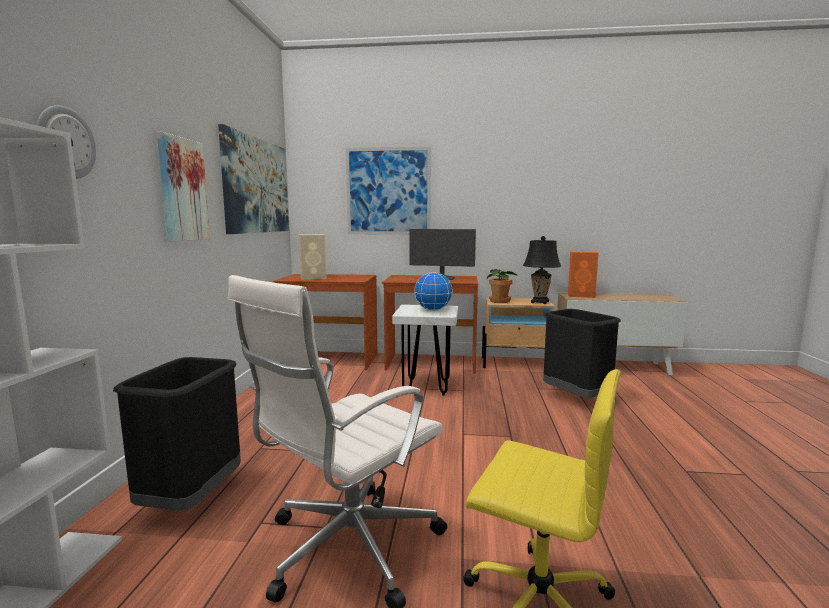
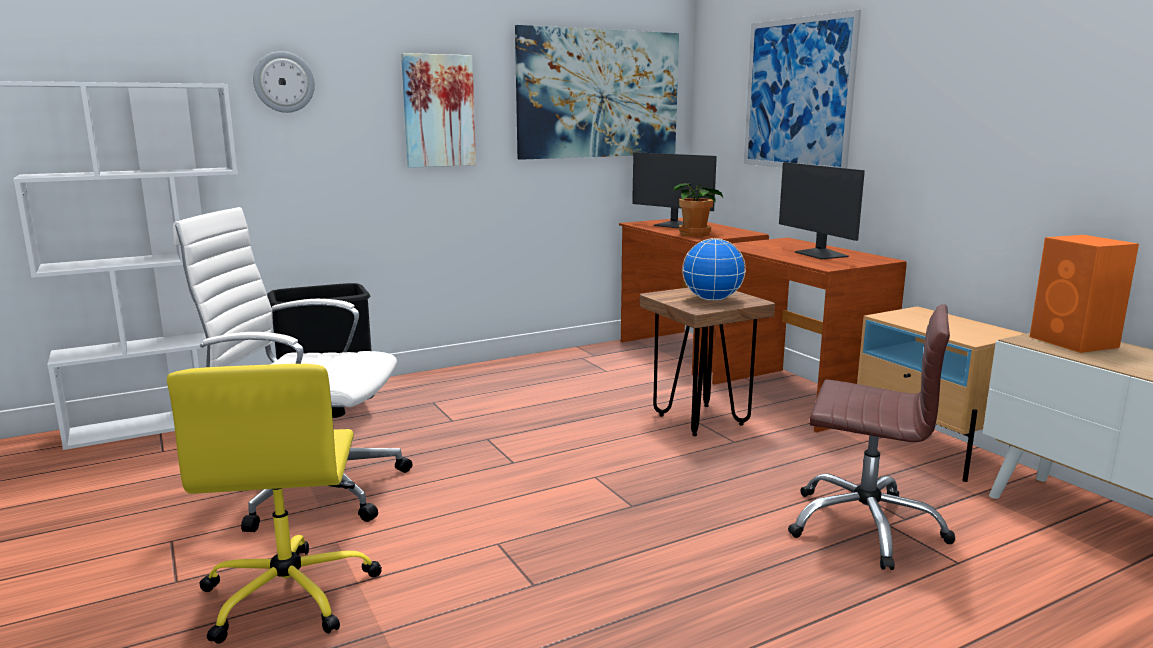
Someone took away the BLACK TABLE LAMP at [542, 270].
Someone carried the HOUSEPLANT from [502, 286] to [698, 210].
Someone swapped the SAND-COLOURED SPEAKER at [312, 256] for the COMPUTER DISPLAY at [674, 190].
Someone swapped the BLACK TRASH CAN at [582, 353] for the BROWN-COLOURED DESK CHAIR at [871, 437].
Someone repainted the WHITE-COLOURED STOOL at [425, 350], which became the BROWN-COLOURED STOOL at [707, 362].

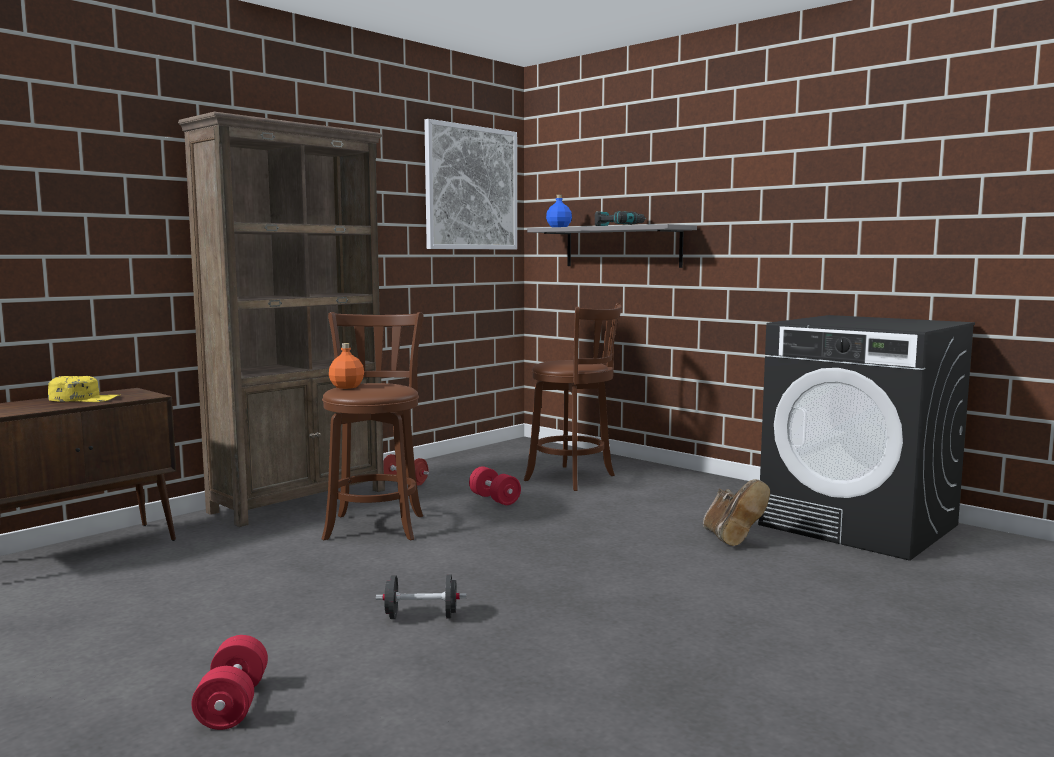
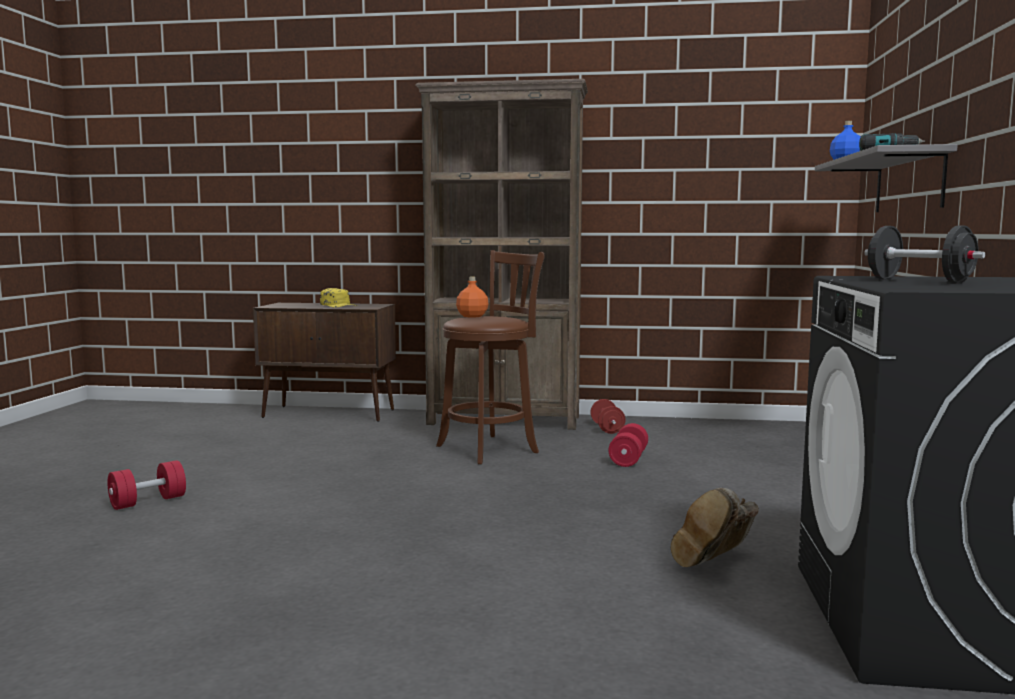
Someone took away the PICTURE at [470, 184].
Someone took away the BROWN-COLOURED STOOL at [573, 397].
Someone carried the BLACK FREE WEIGHT from [421, 596] to [924, 254].

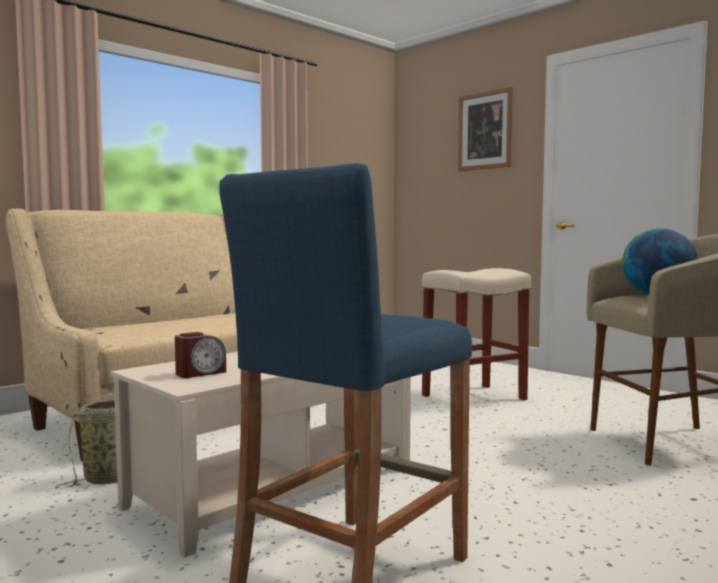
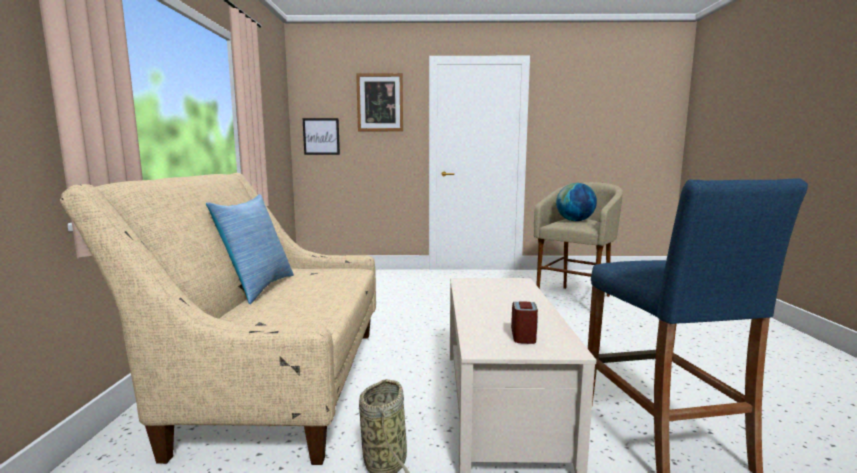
Someone took away the SAND-COLOURED STOOL at [476, 334].
Someone put down the CUSHION at [250, 249].
Someone put up the PICTURE at [321, 136].

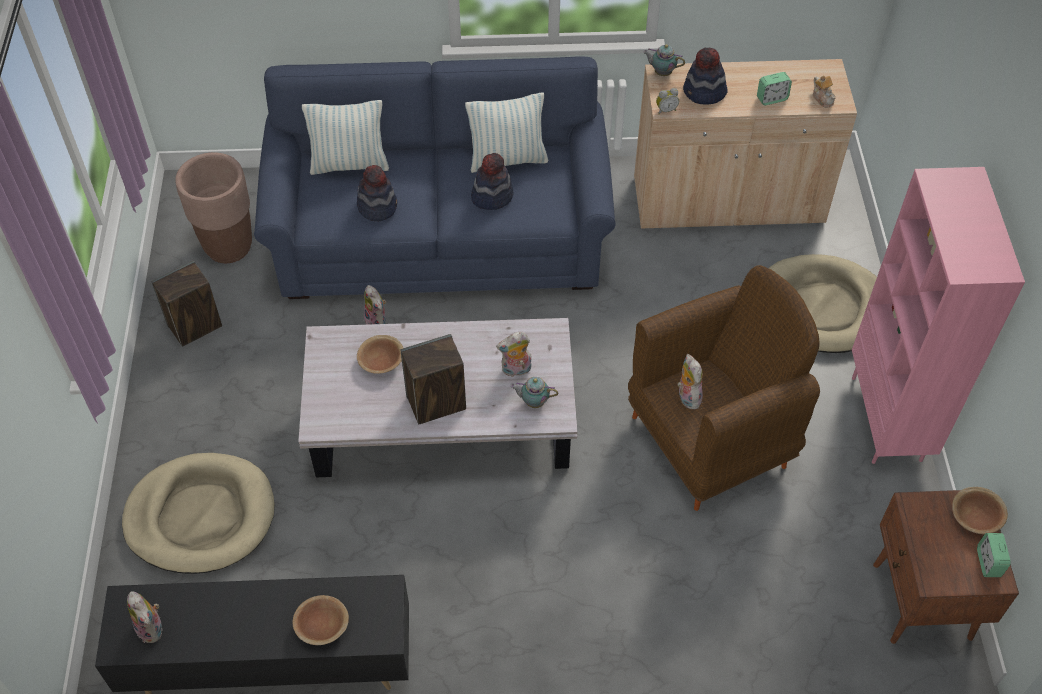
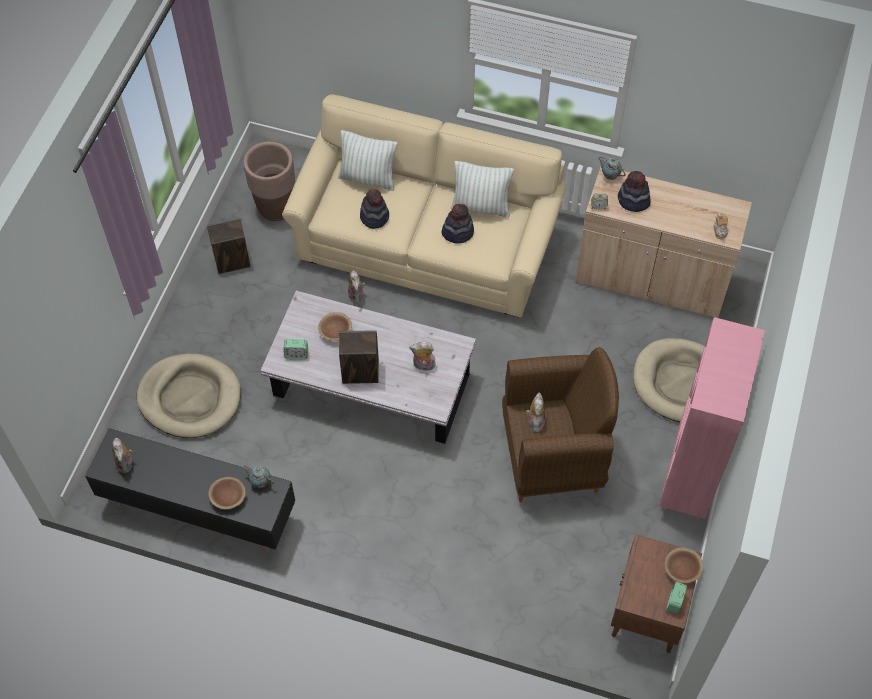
Someone carried the POT FOR TEA from [534, 392] to [258, 476].
Someone carried the TABLE CLOCK from [774, 88] to [295, 349].
Someone repainted the BLUE-COLOURED SOFA at [435, 177], which became the SAND-COLOURED SOFA at [424, 206].

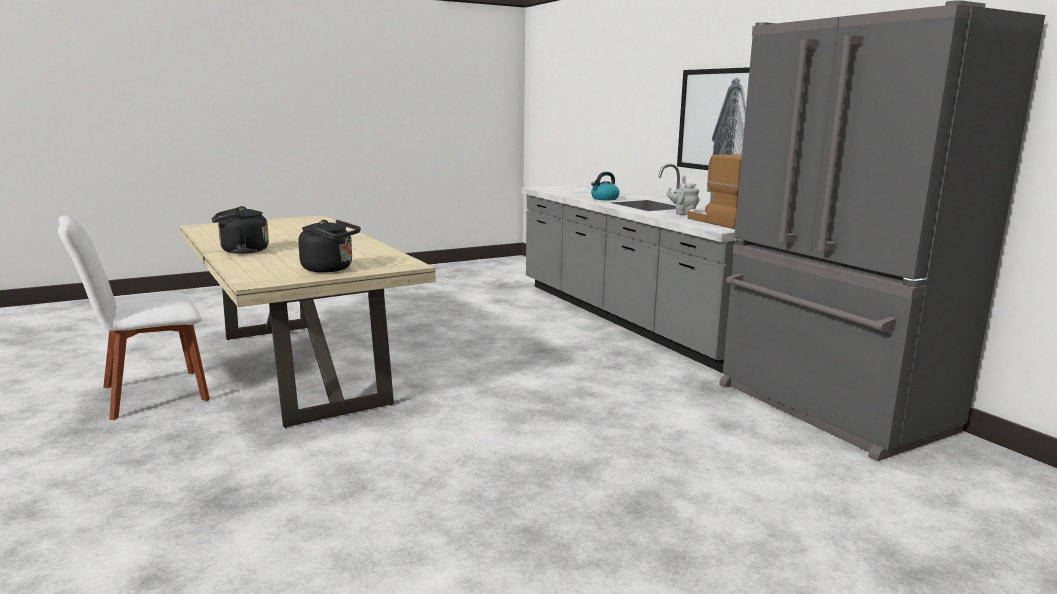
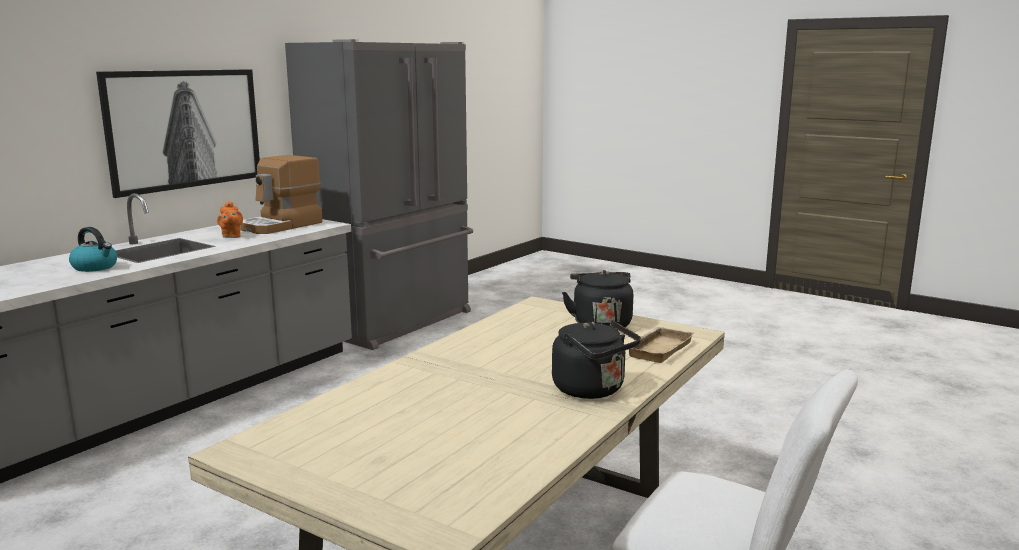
Someone put down the SAND-COLOURED CARRYING TRAY at [661, 345].
Someone repainted the GRAY POT FOR TEA at [682, 199], which became the ORANGEY POT FOR TEA at [230, 219].

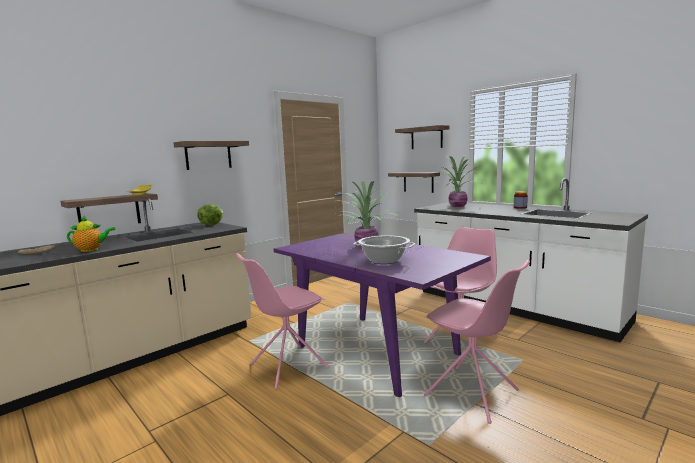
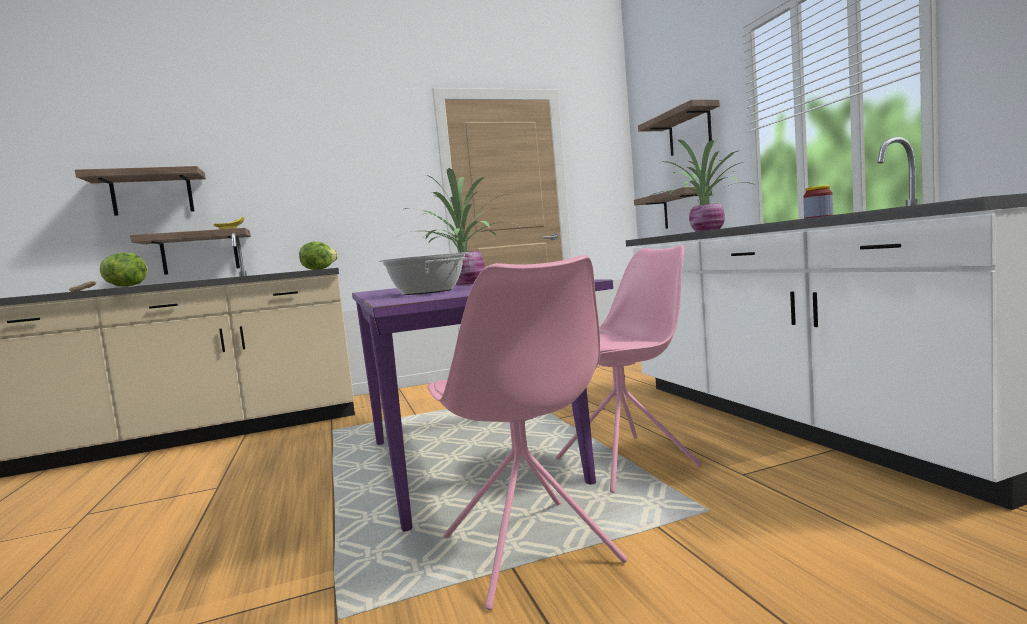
Someone took away the PINKISH UPRIGHT CHAIR at [282, 321].
Someone carried the SHELF from [211, 155] to [140, 191].
Someone swapped the POT FOR TEA at [91, 234] for the HEAD OF LETTUCE at [124, 270].

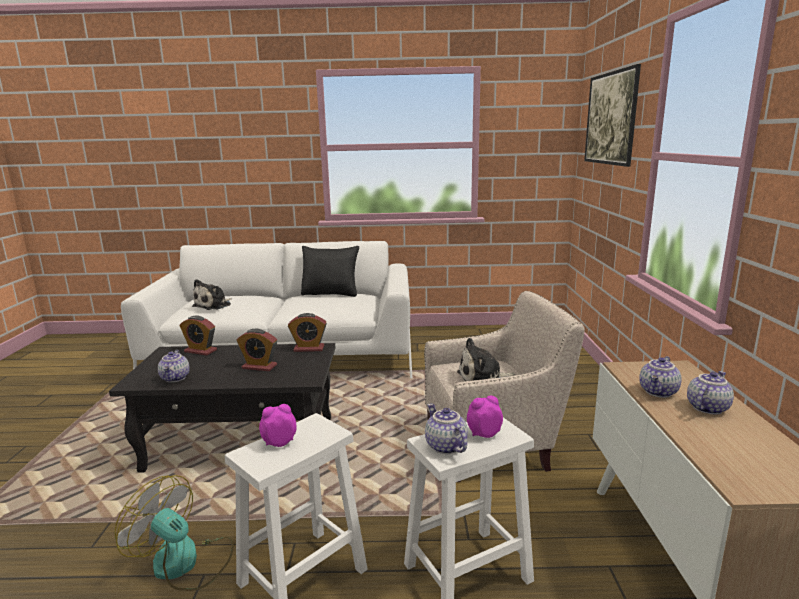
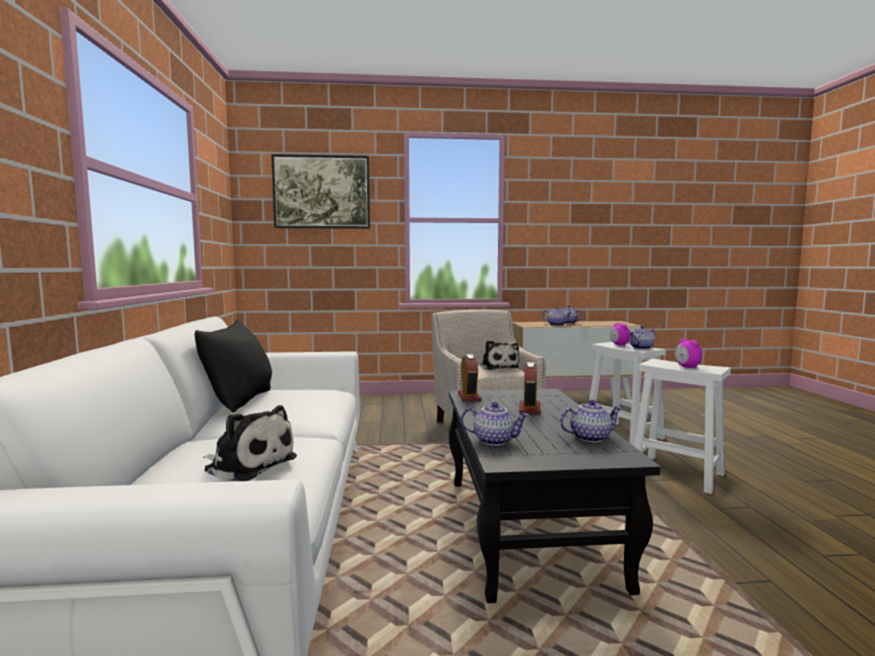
Someone took away the FAN at [174, 533].
Someone swapped the TABLE CLOCK at [198, 335] for the POT FOR TEA at [495, 424].

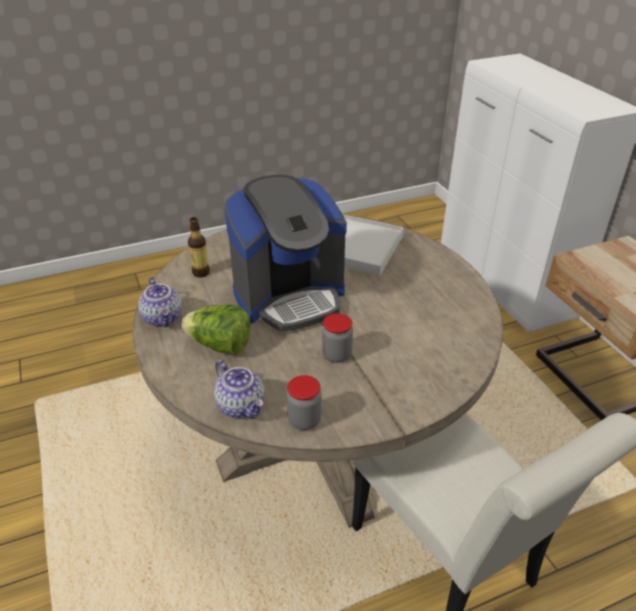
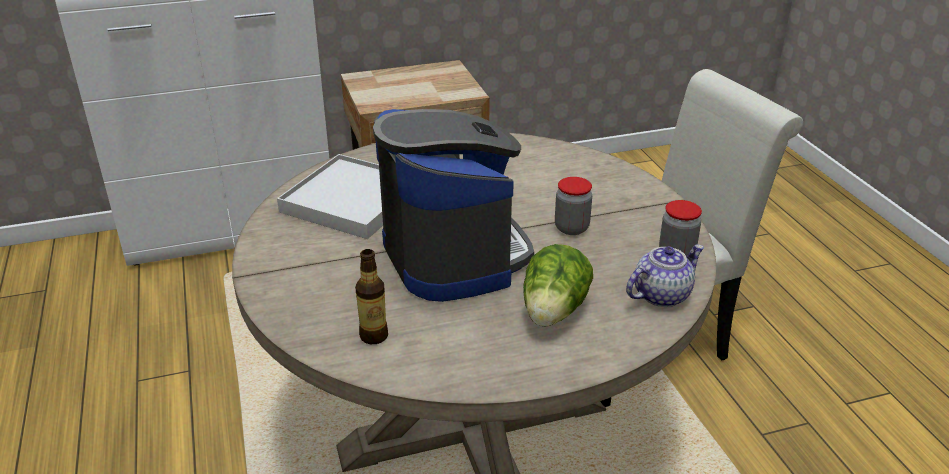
Someone took away the POT FOR TEA at [160, 302].

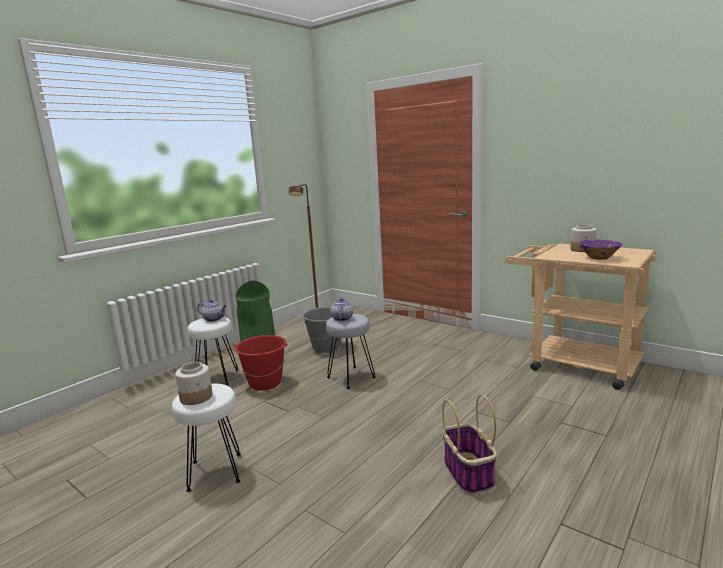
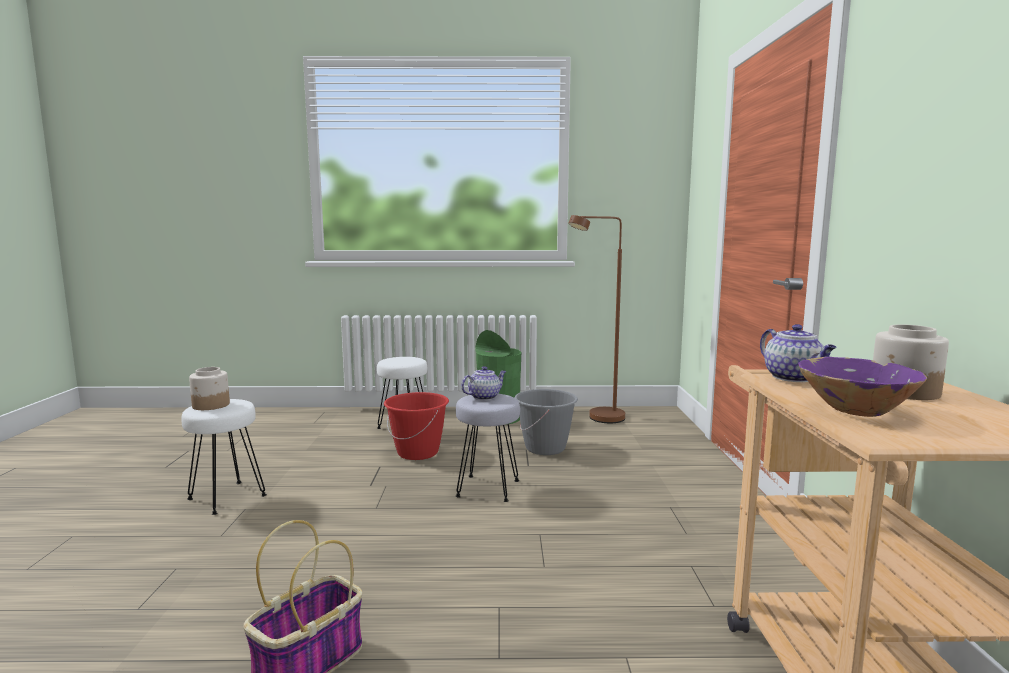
Someone carried the POT FOR TEA from [212, 311] to [798, 353].

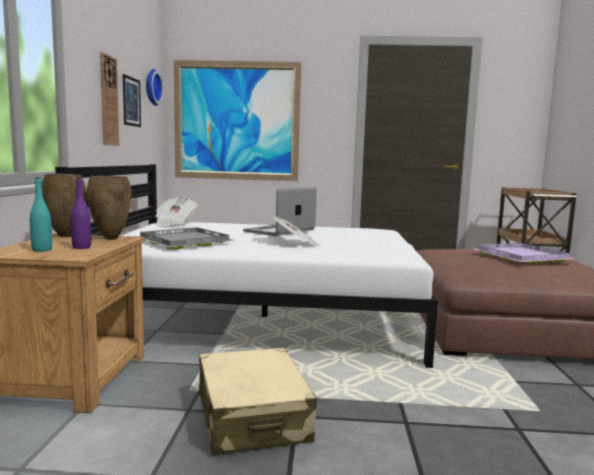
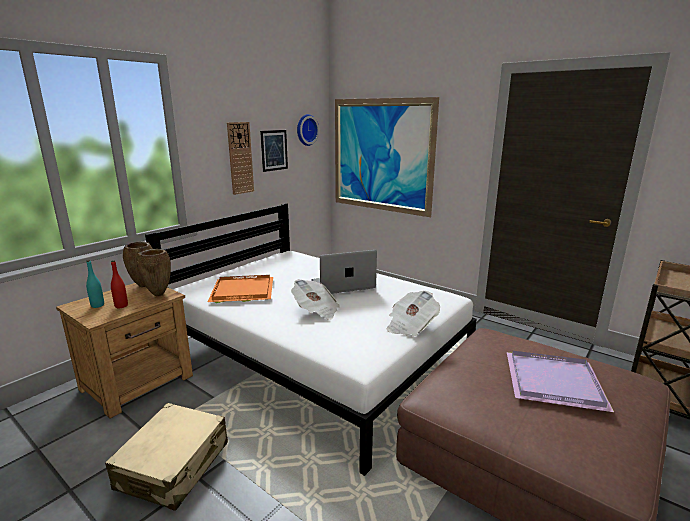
Someone carried the NEWSPAPER from [176, 211] to [413, 313].
Someone repainted the PURPLE BOTTLE at [81, 213], which became the RED-COLOURED BOTTLE at [119, 284].
Someone repainted the GRAY CARRYING TRAY at [184, 238], which became the ORANGEY CARRYING TRAY at [240, 289].

